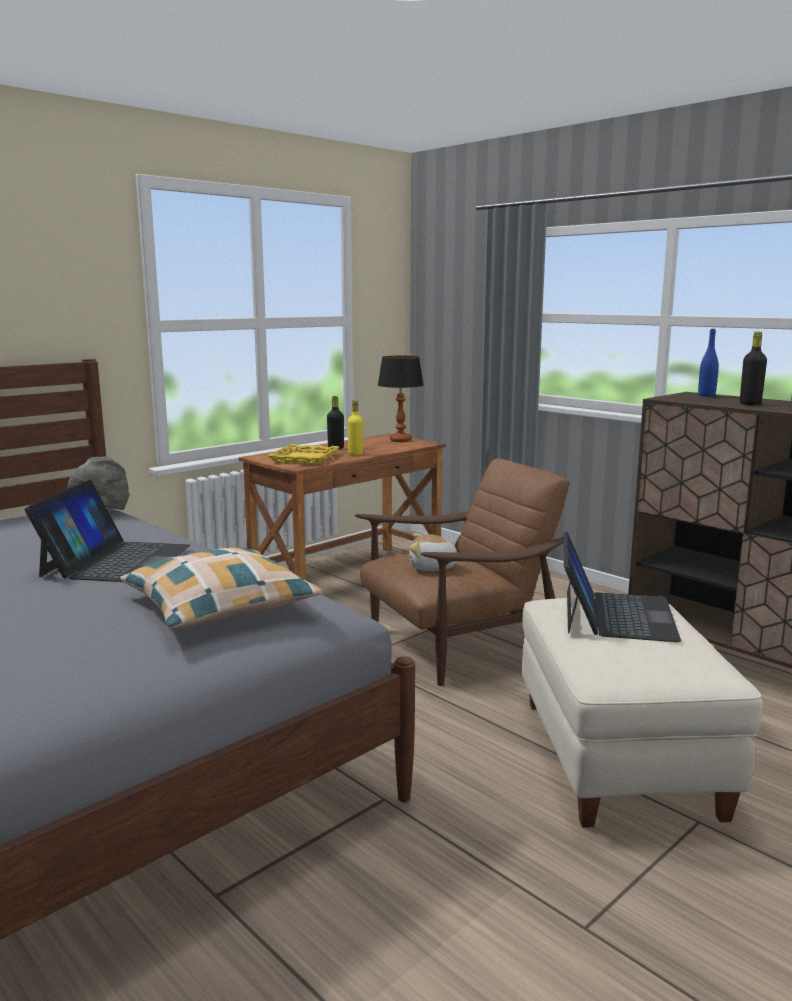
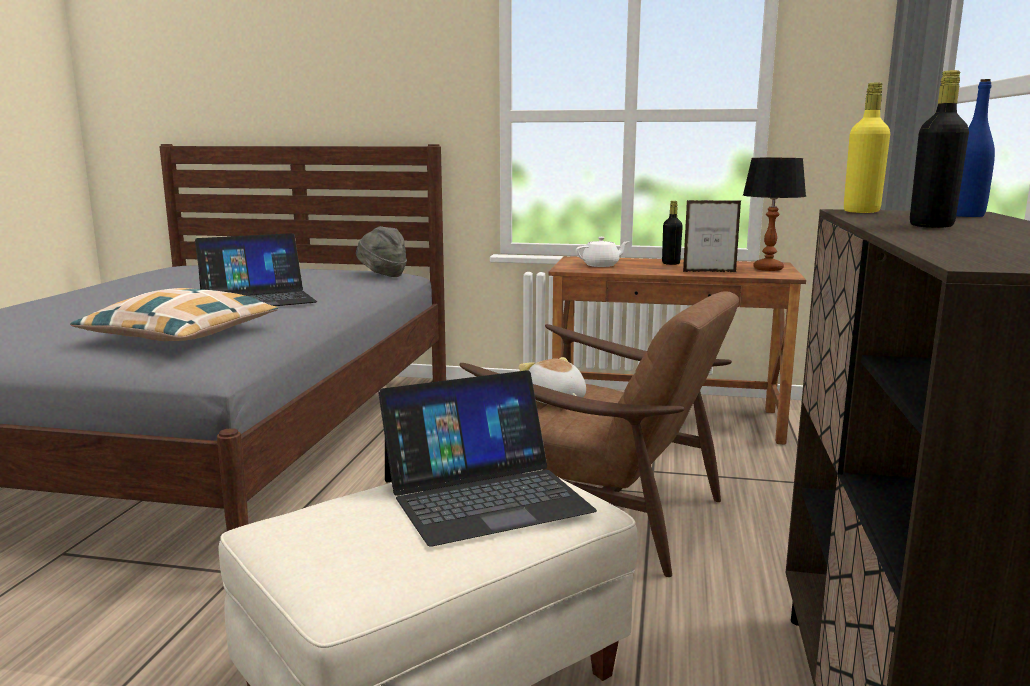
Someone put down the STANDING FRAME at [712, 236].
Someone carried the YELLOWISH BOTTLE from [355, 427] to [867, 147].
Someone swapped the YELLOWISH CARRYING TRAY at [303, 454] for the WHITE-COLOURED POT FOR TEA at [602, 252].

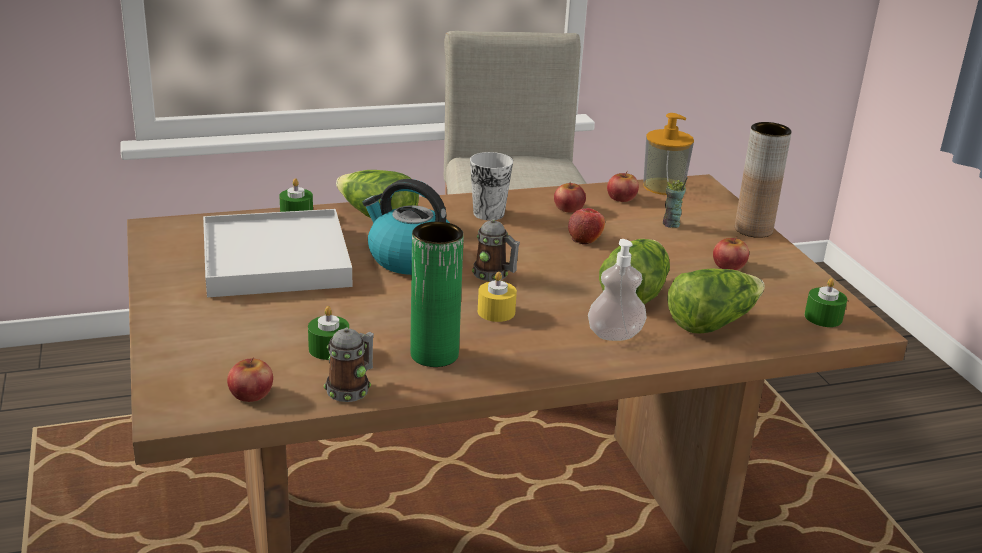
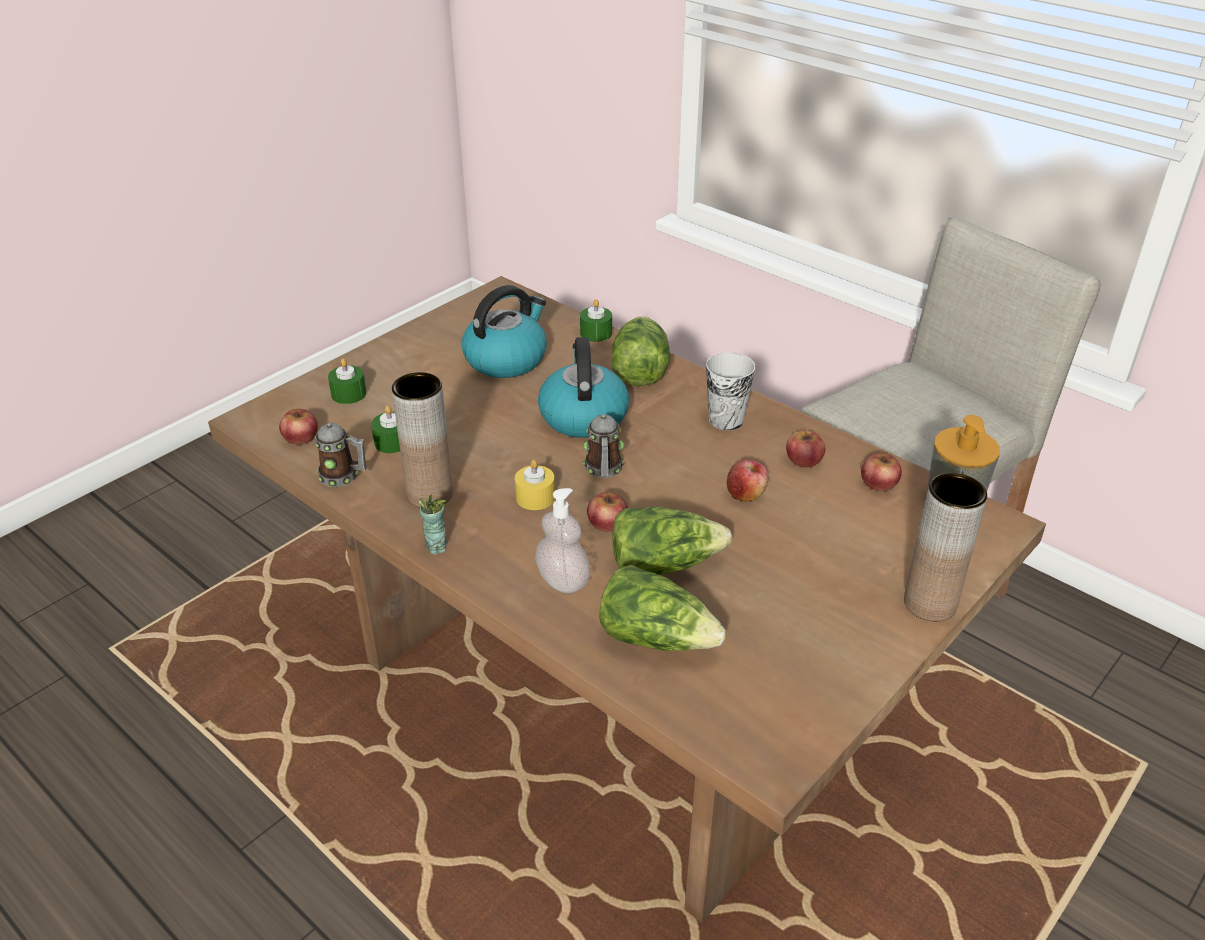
Someone carried the CUP from [675, 202] to [433, 524].
Someone carried the APPLE from [731, 253] to [607, 512].
Someone carried the GREEN-COLOURED WAX CANDLE from [825, 302] to [347, 381].
Someone swapped the WHITE-COLOURED CARRYING TRAY at [277, 253] for the KETTLE at [504, 331].
Someone repainted the GREEN-COLOURED VASE at [437, 294], which became the BROWN-COLOURED VASE at [422, 440].

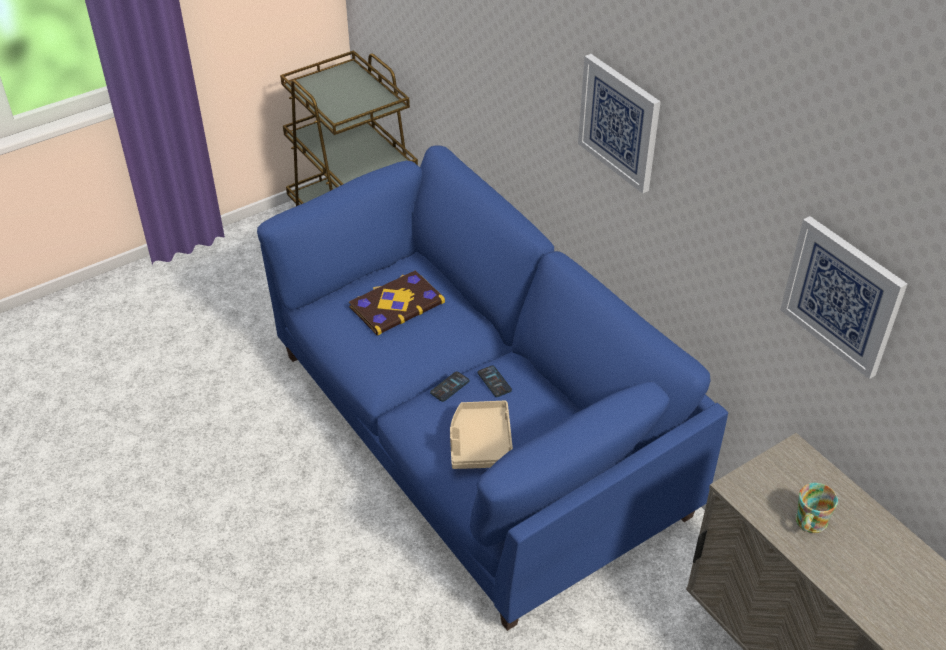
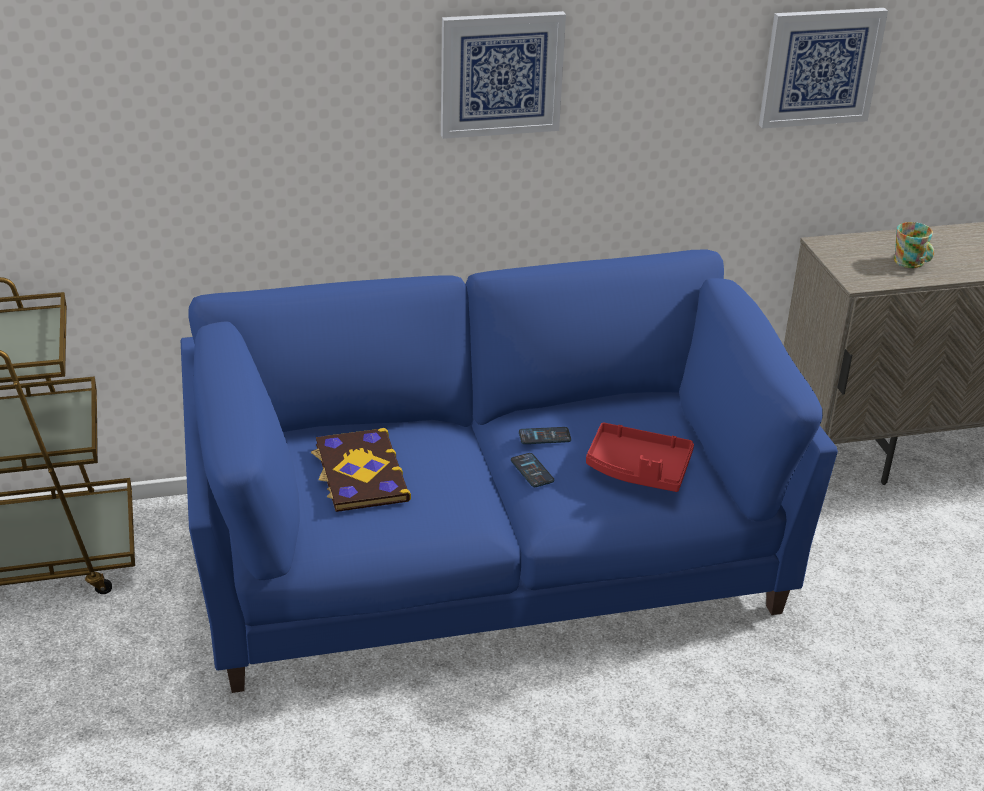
Someone repainted the SAND-COLOURED CARRYING TRAY at [481, 435], which became the RED-COLOURED CARRYING TRAY at [640, 457].

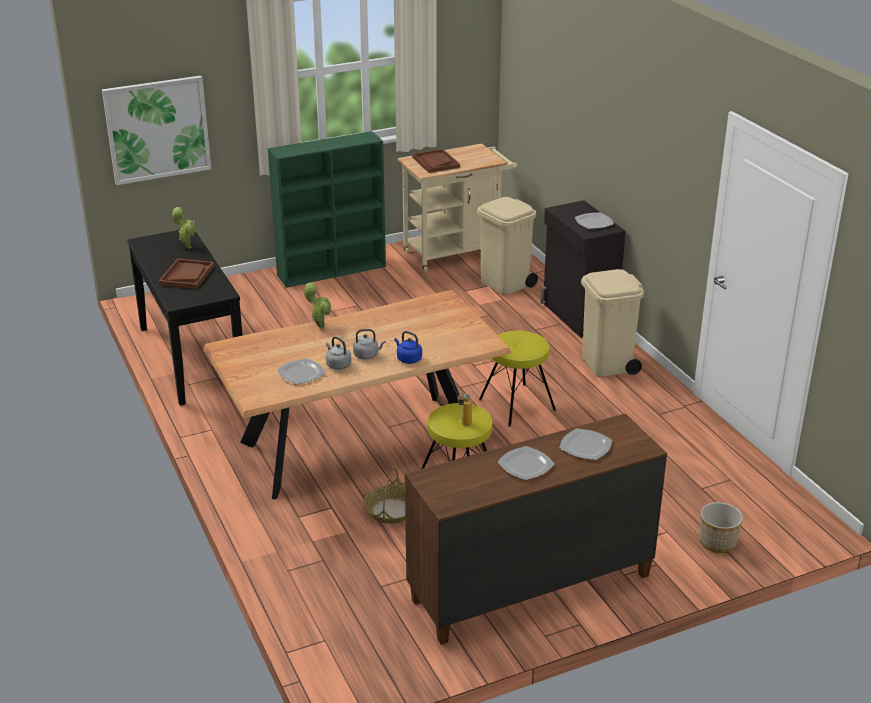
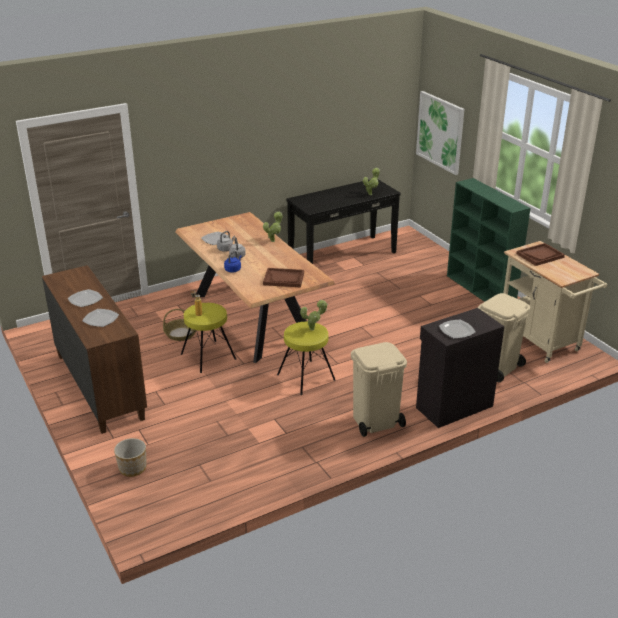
Someone put down the HOUSEPLANT at [314, 315].
Someone carried the BROWN-COLOURED CARRYING TRAY from [186, 273] to [283, 277].

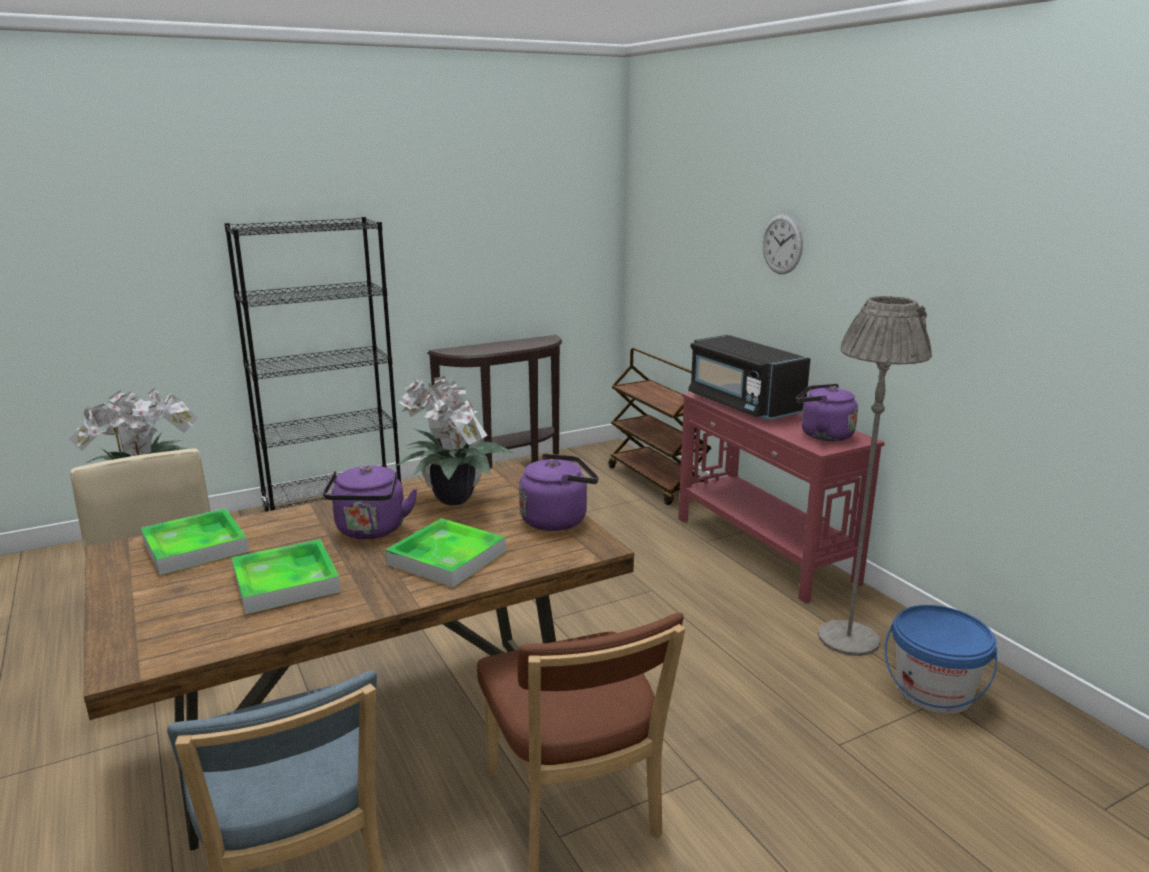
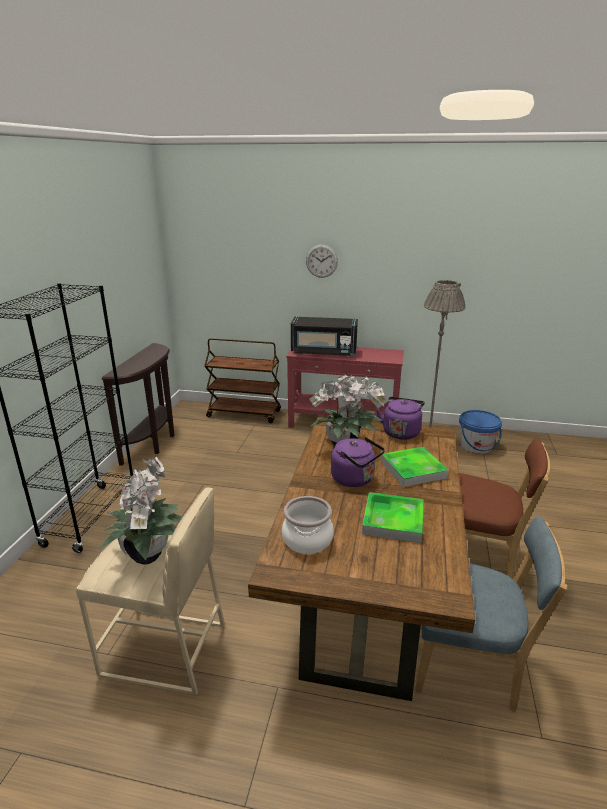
Someone took away the PURPLE KETTLE at [827, 412].
Someone swapped the CARRYING TRAY at [195, 541] for the STOCKPOT at [308, 525].

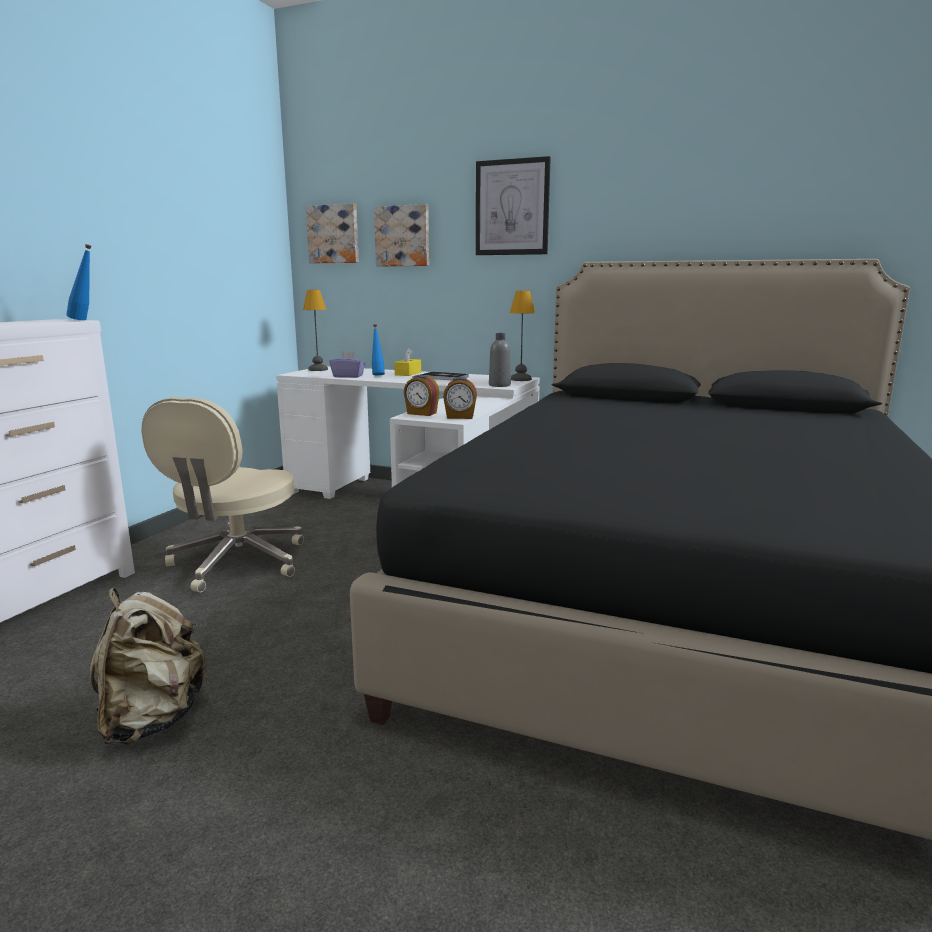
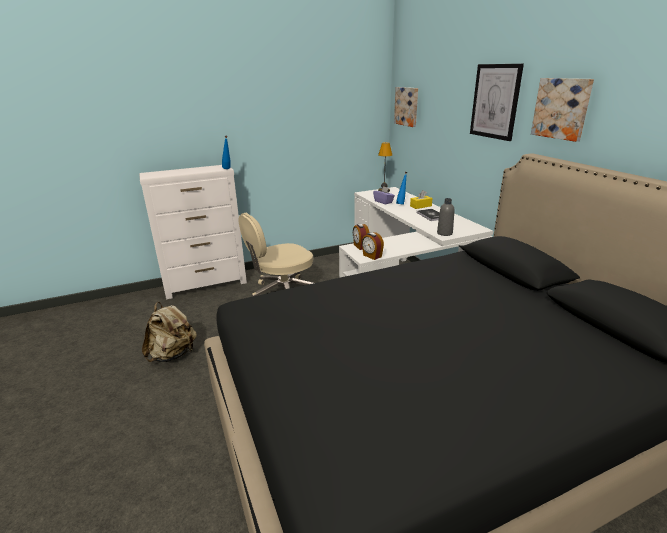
Someone took away the TABLE LAMP at [522, 336].
Someone carried the PICTURE from [401, 235] to [562, 110].

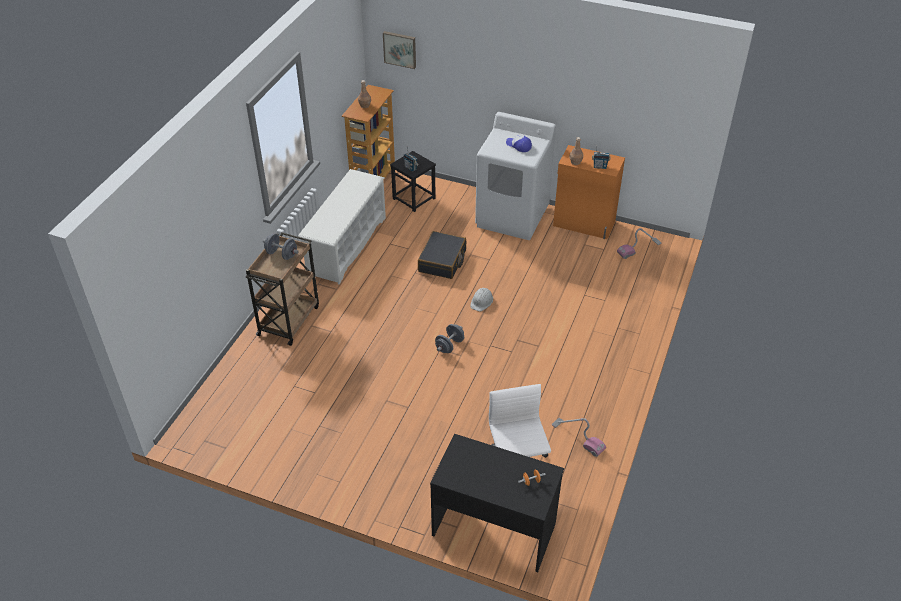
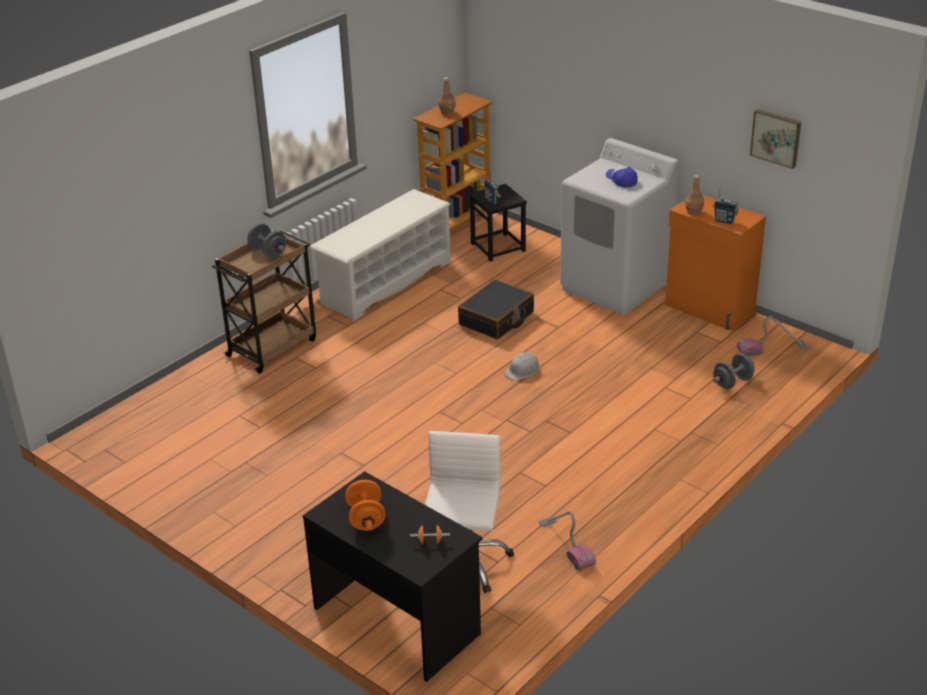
Someone put down the ORANGEY FREE WEIGHT at [365, 505].
Someone carried the PICTURE from [399, 50] to [775, 139].
Someone carried the GRAY FREE WEIGHT from [449, 338] to [734, 371].

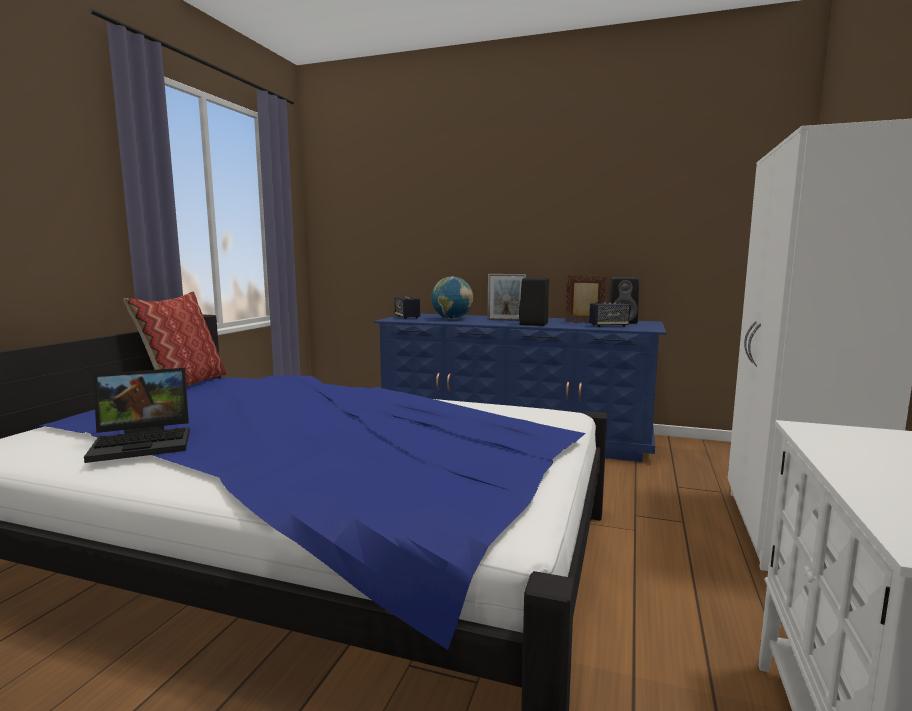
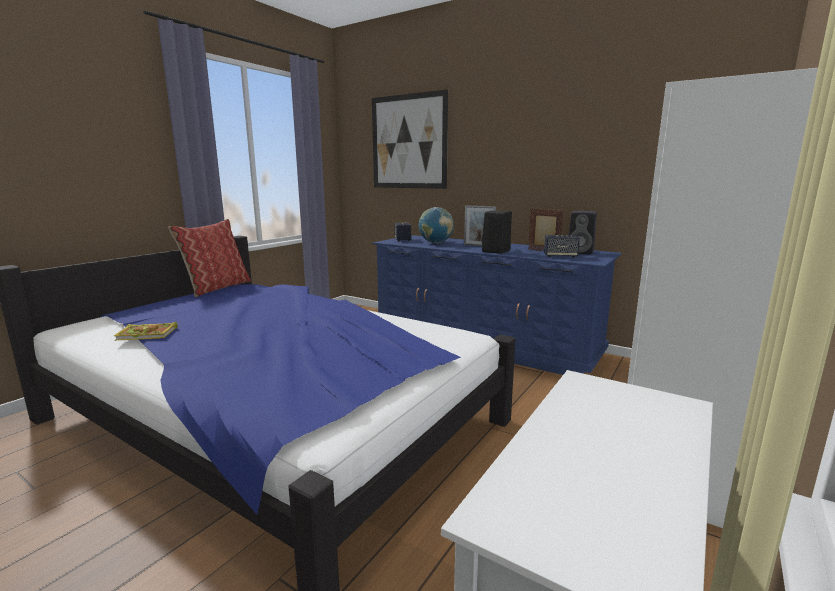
Someone put up the PICTURE at [410, 139].
Someone swapped the NOTEBOOK COMPUTER at [137, 415] for the BOUND BOOK at [146, 331].

